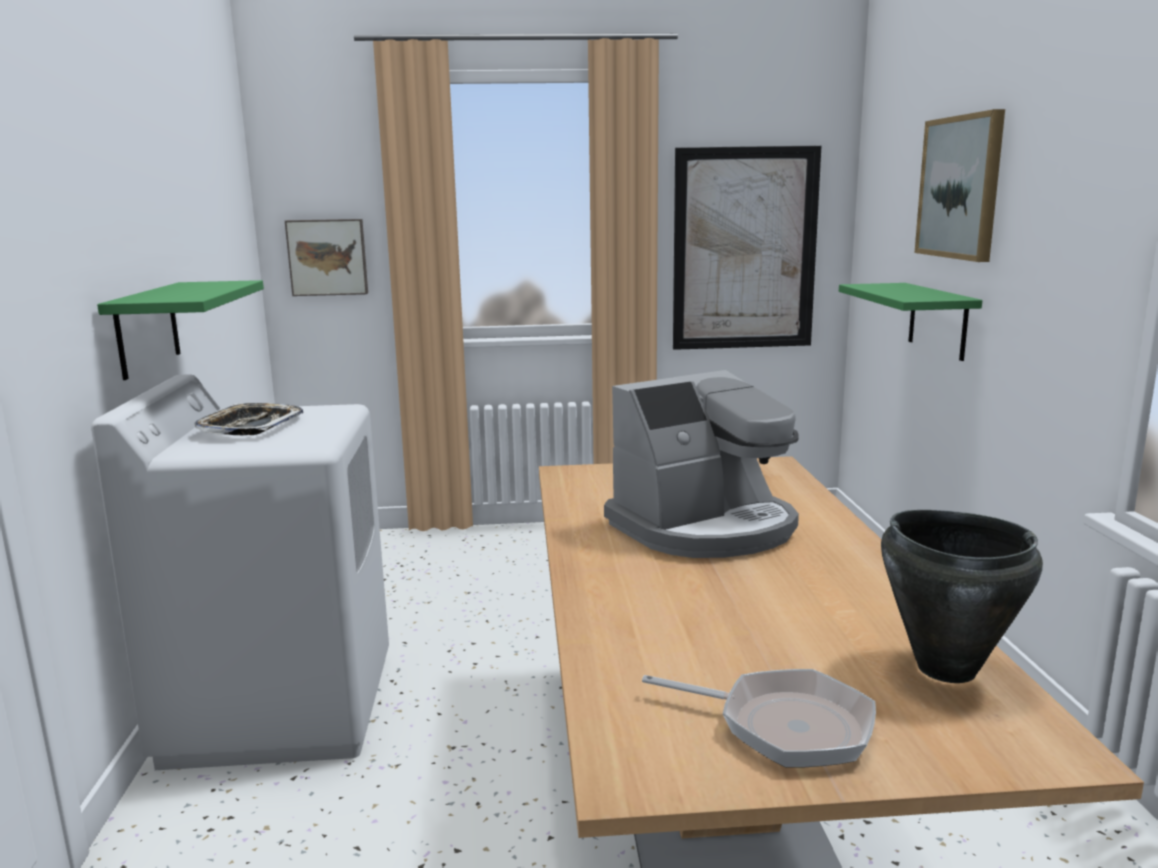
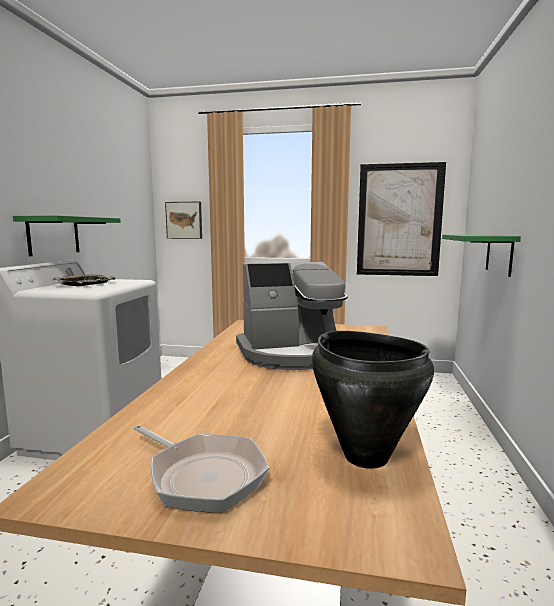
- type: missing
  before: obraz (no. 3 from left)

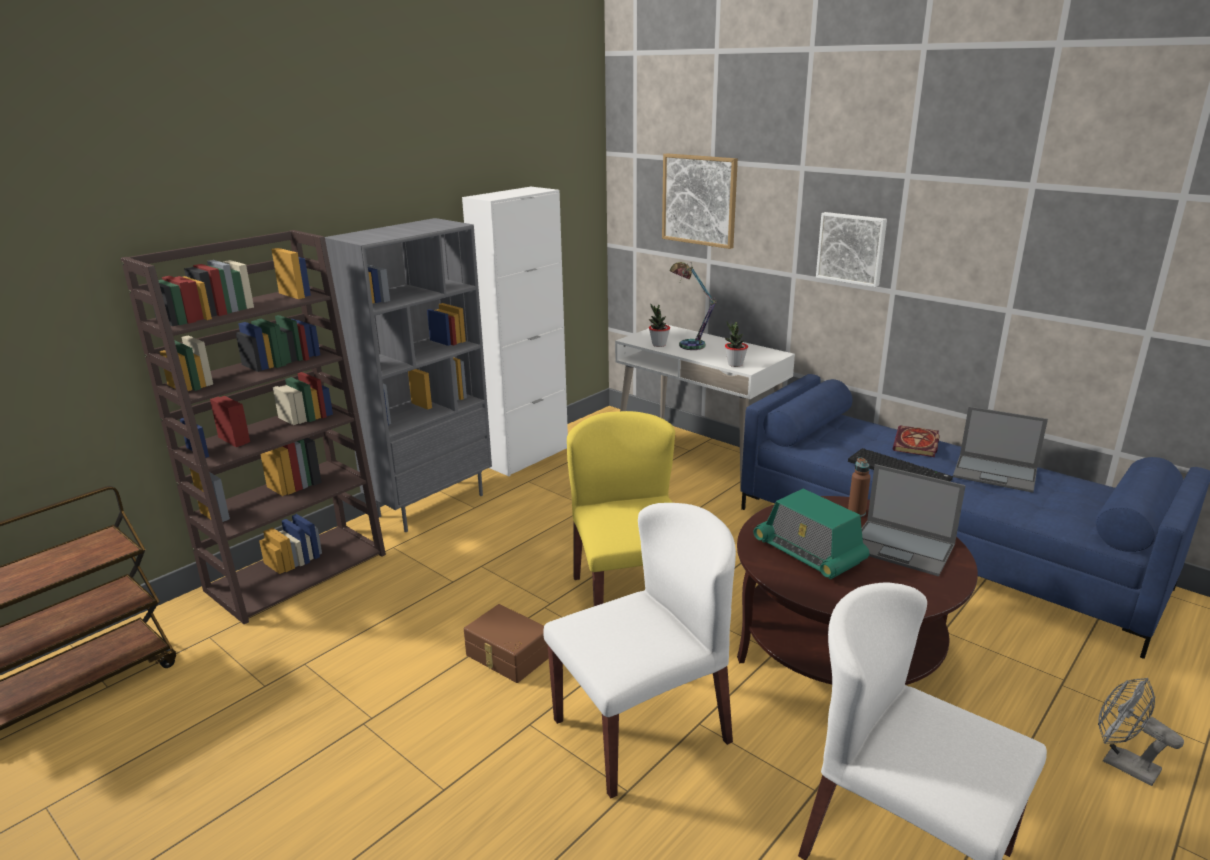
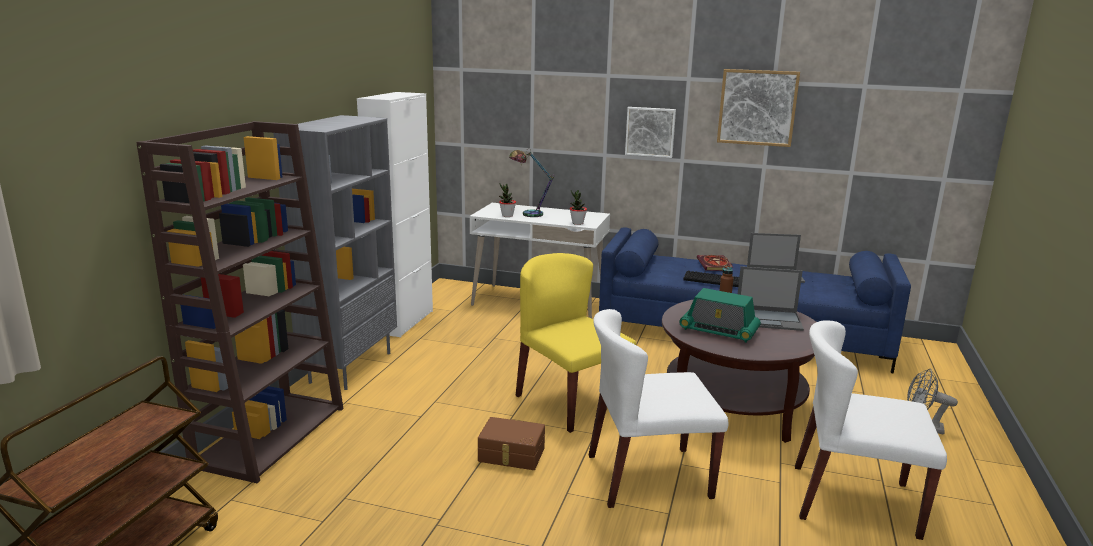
- type: spun
  before: krzesło (biały) (no. 1 from left)
  turn: -135
- type: relocated
  before: obraz (no. 1 from left in the first image)
  after: obraz (no. 2 from left)

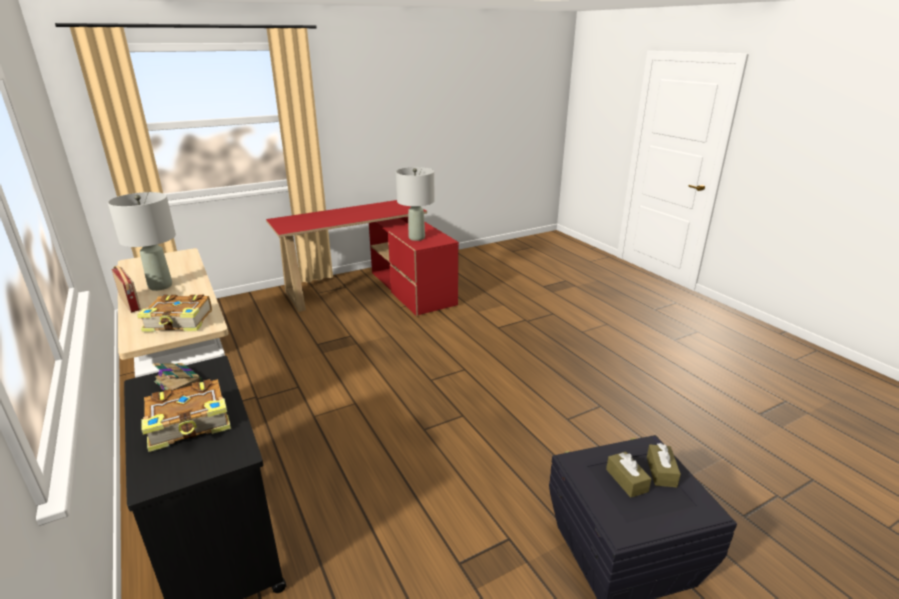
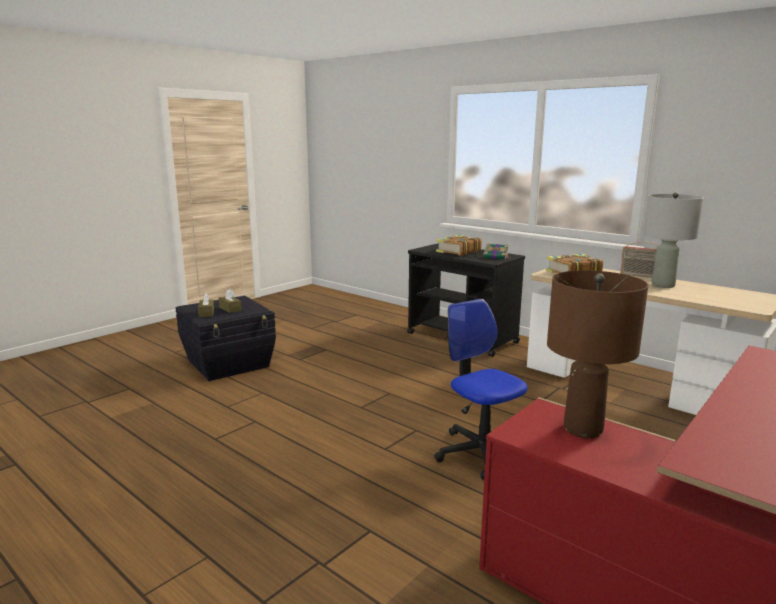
- type: colour
  before: lampa stołowa (szary) (no. 2 from left)
  after: lampa stołowa (brązowy)
- type: appeared
  after: krzesło biurowe

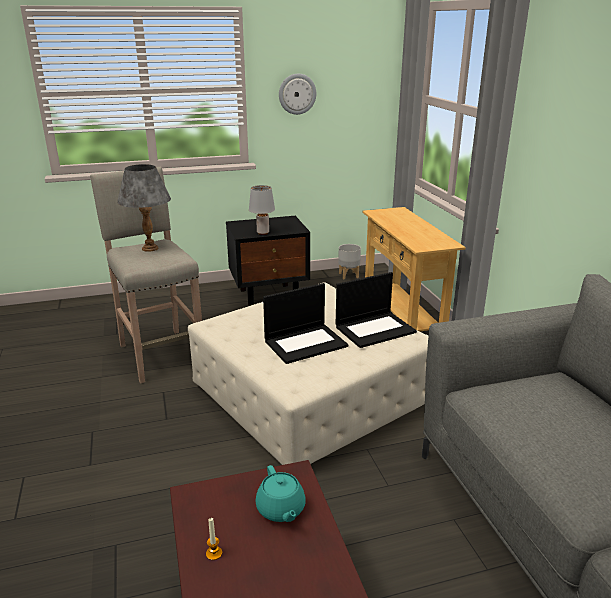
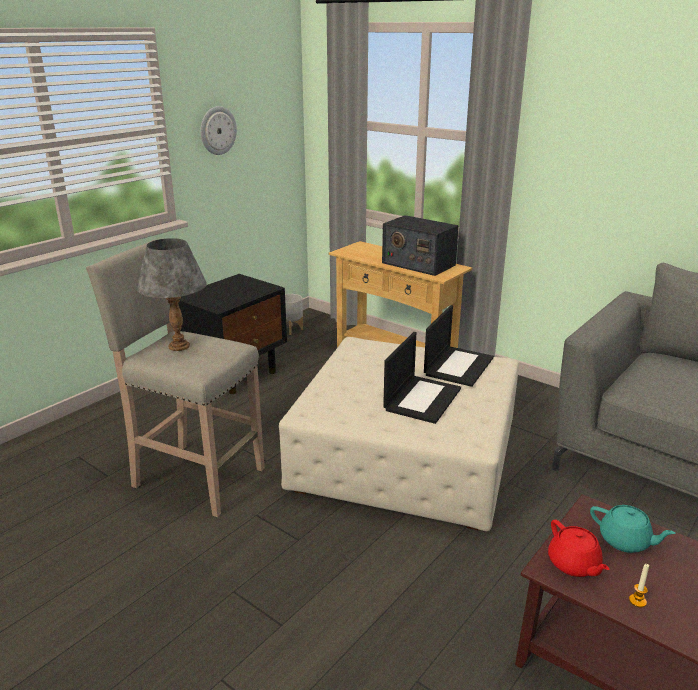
- type: missing
  before: lampa stołowa (szary) (no. 2 from left)
- type: appeared
  after: radio
- type: appeared
  after: imbryk (czerwony)

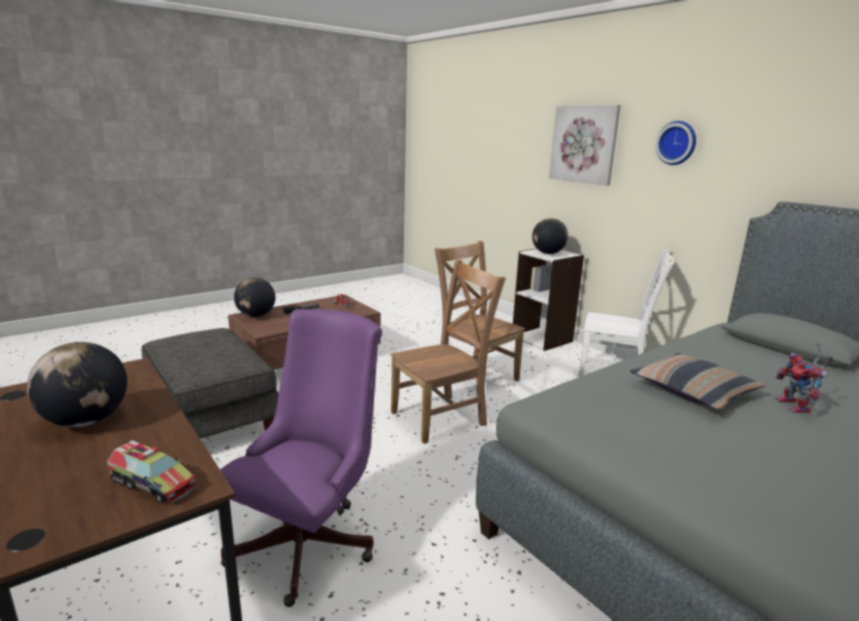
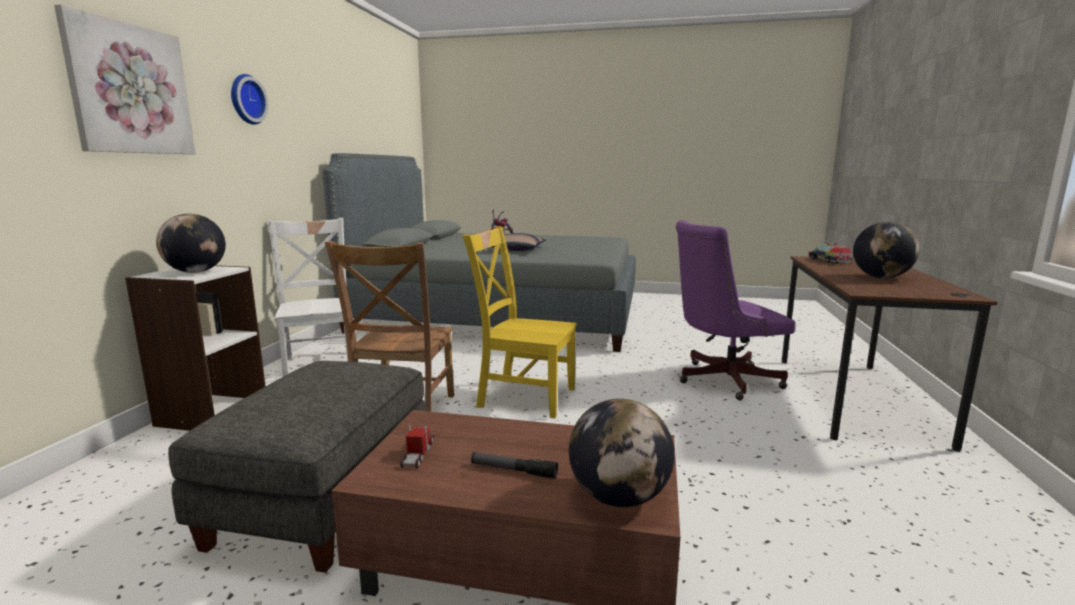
- type: relocated
  before: pufa (szary)
- type: colour
  before: krzesło (brązowy) (no. 1 from left)
  after: krzesło (żółty)

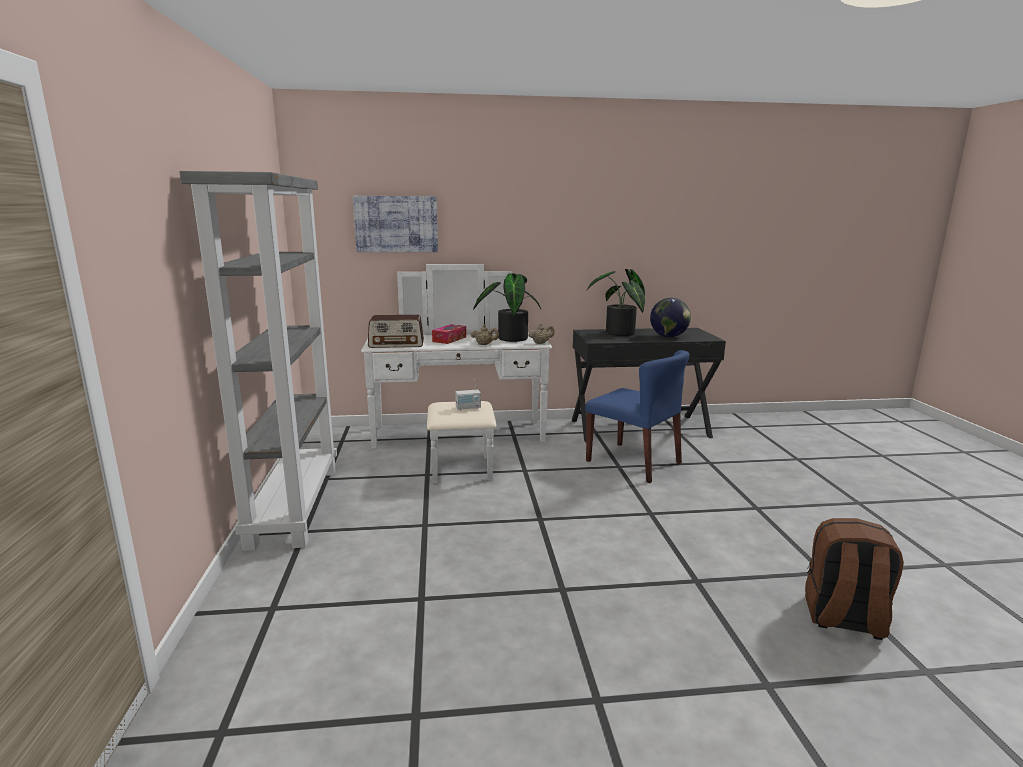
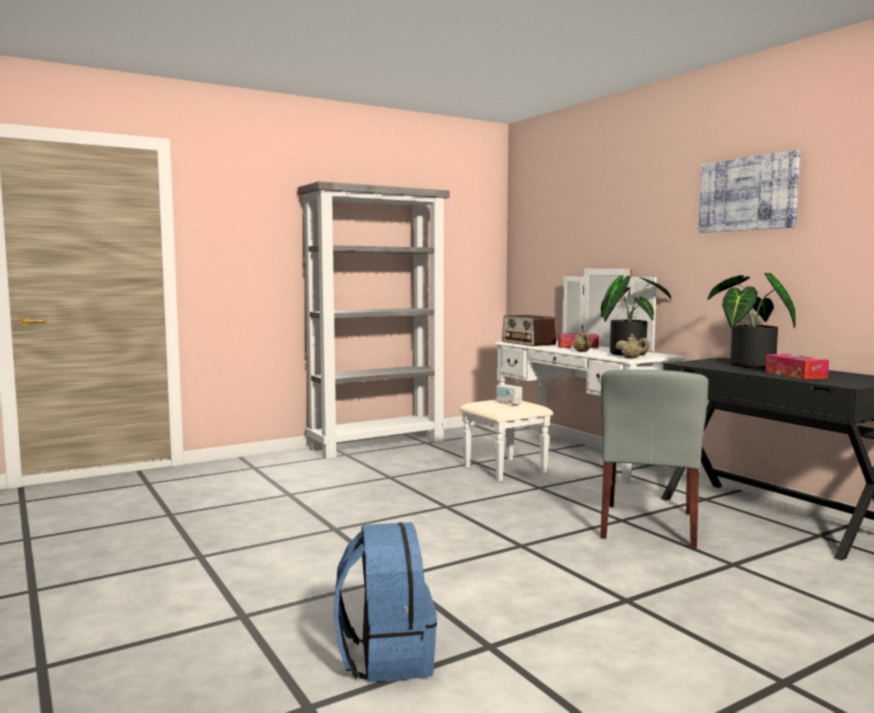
- type: relocated
  before: obraz
- type: colour
  before: krzesło (niebieski)
  after: krzesło (szary)
- type: exchanged
  before: globus
  after: pudełko chusteczek (no. 2 from left)
- type: colour
  before: plecak (brązowy)
  after: plecak (niebieski)

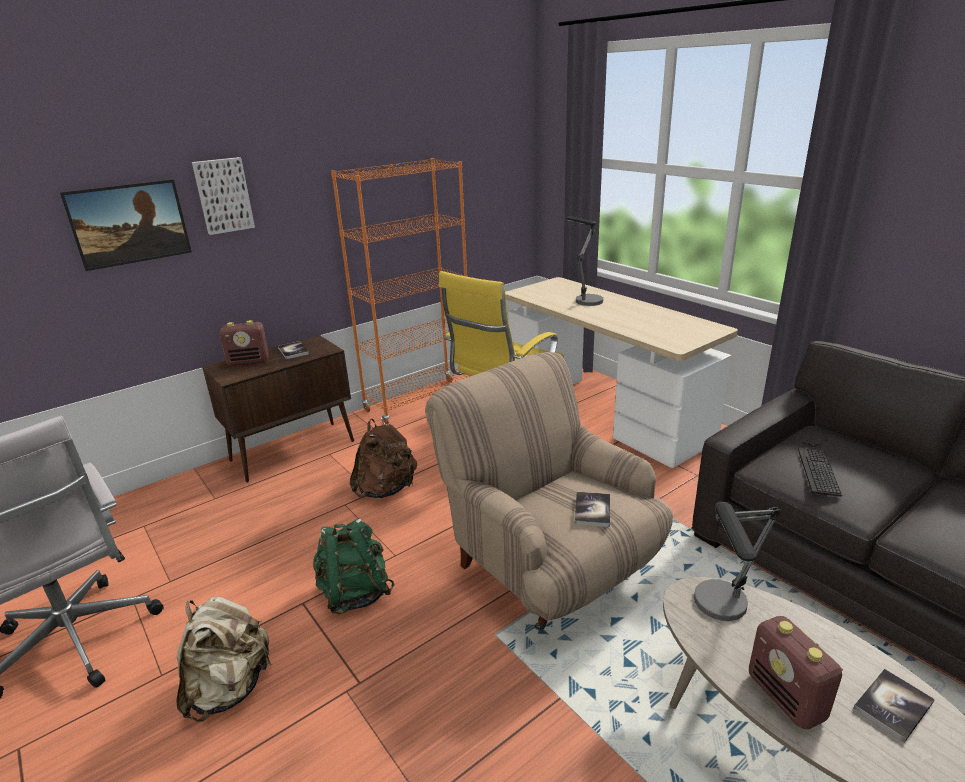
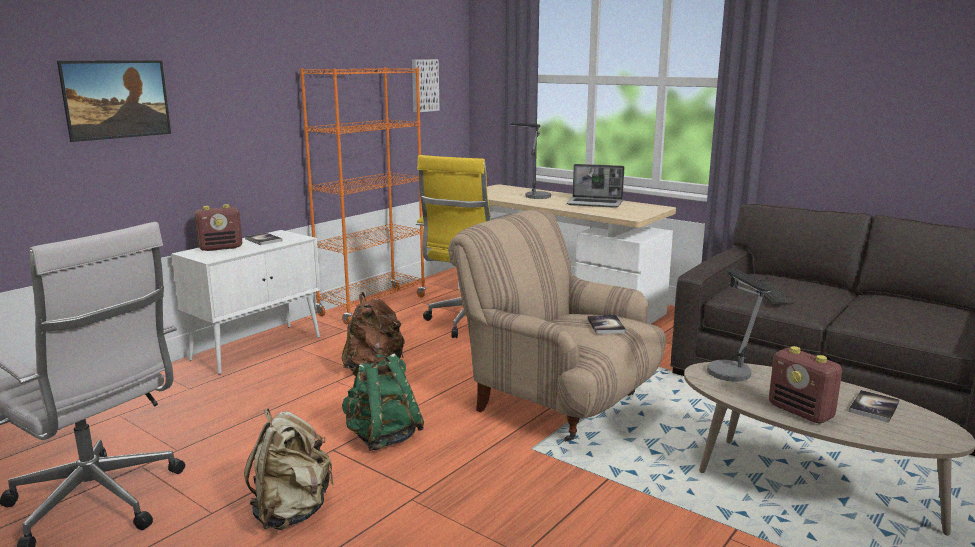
- type: relocated
  before: obraz (no. 2 from left)
- type: colour
  before: szafka (brązowy)
  after: szafka (biały)
- type: appeared
  after: laptop

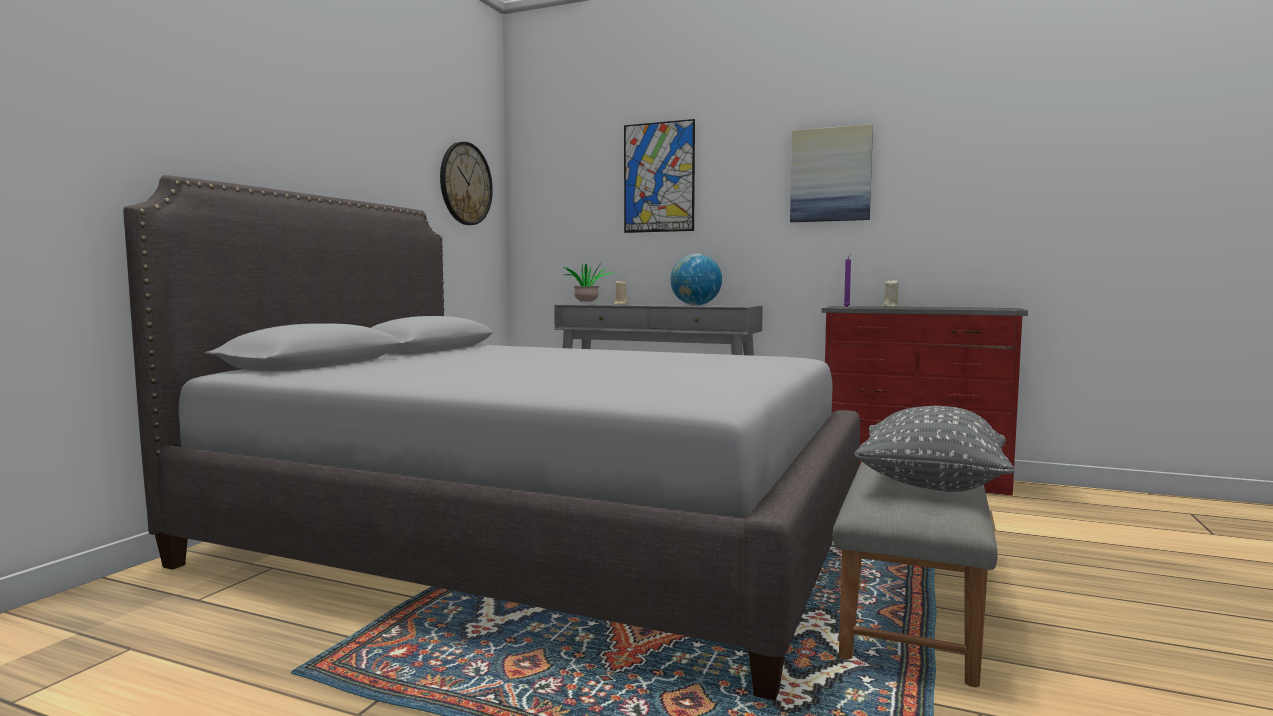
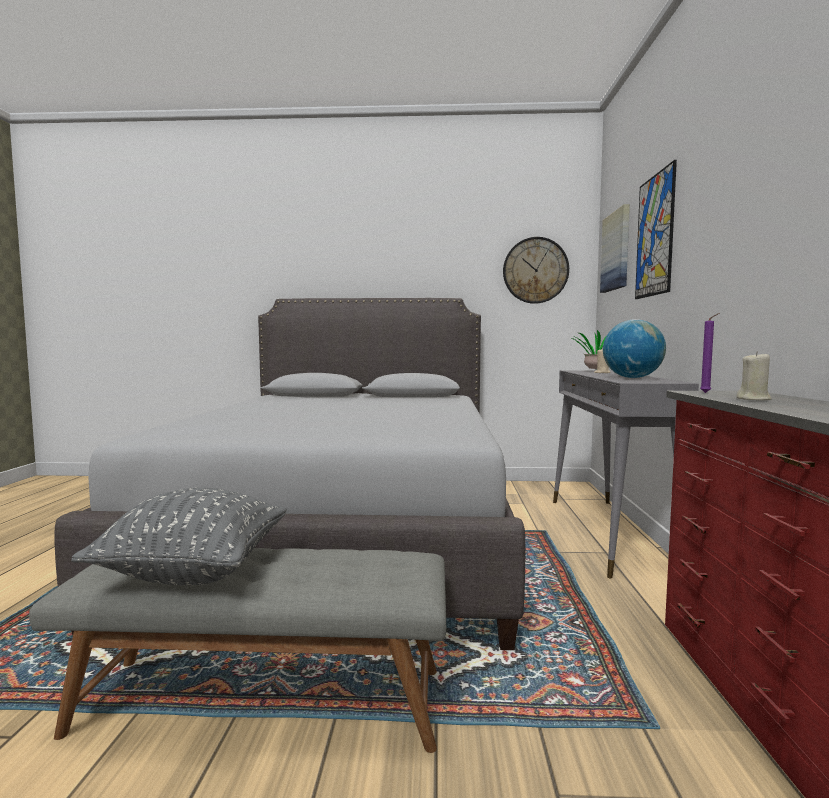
- type: relocated
  before: obraz (no. 2 from left in the first image)
  after: obraz (no. 1 from left)

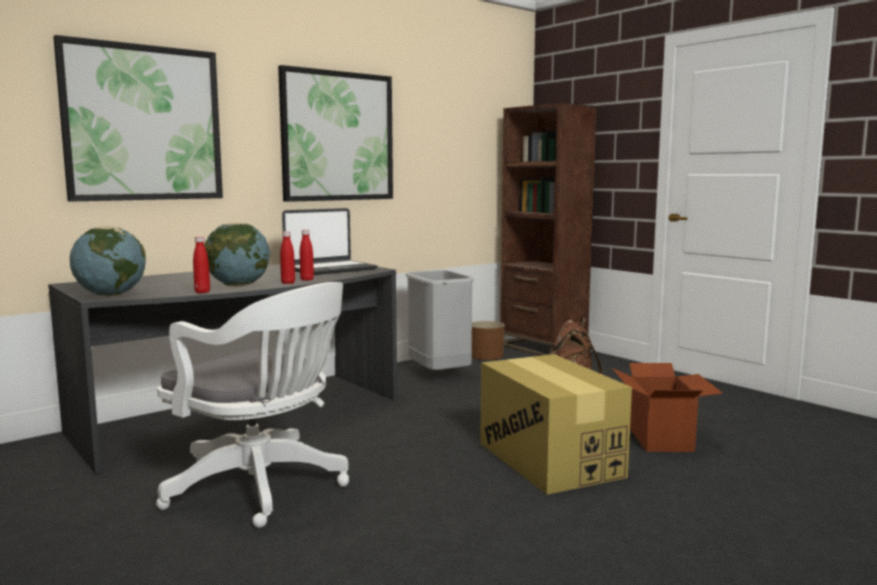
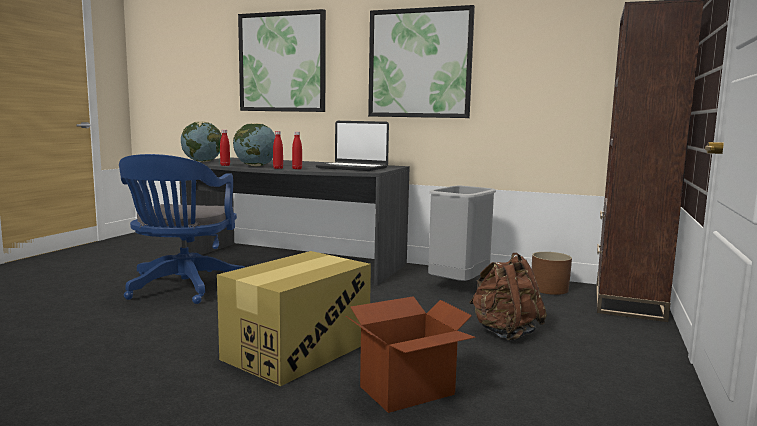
- type: colour
  before: krzesło biurowe (biały)
  after: krzesło biurowe (niebieski)

